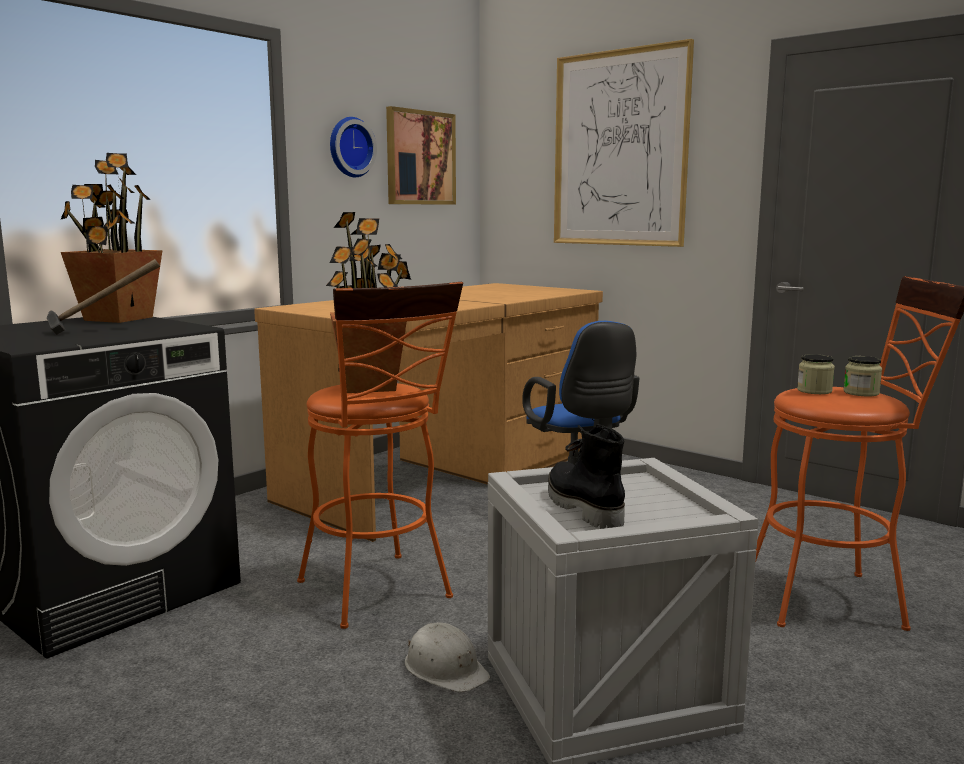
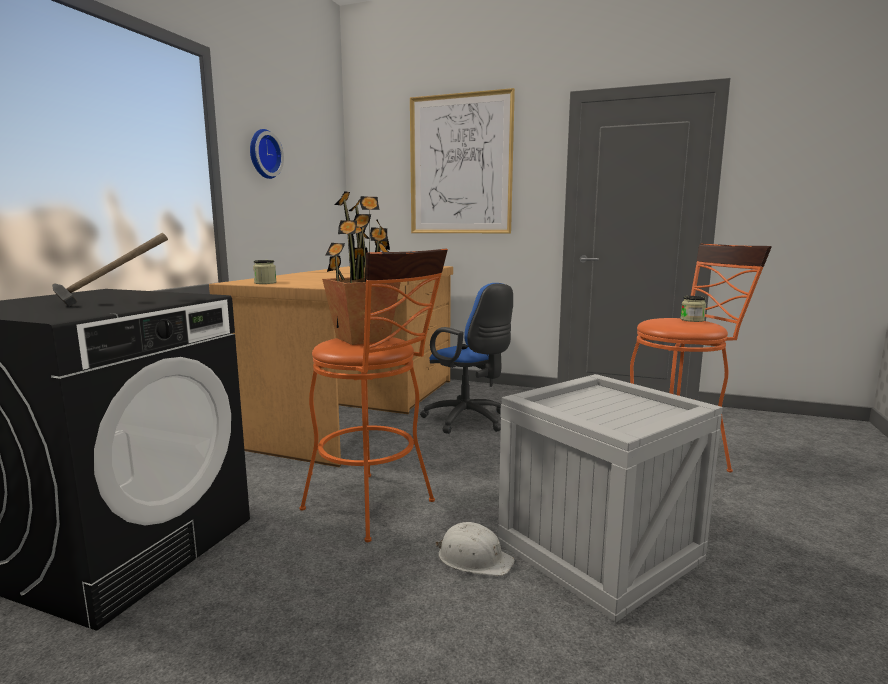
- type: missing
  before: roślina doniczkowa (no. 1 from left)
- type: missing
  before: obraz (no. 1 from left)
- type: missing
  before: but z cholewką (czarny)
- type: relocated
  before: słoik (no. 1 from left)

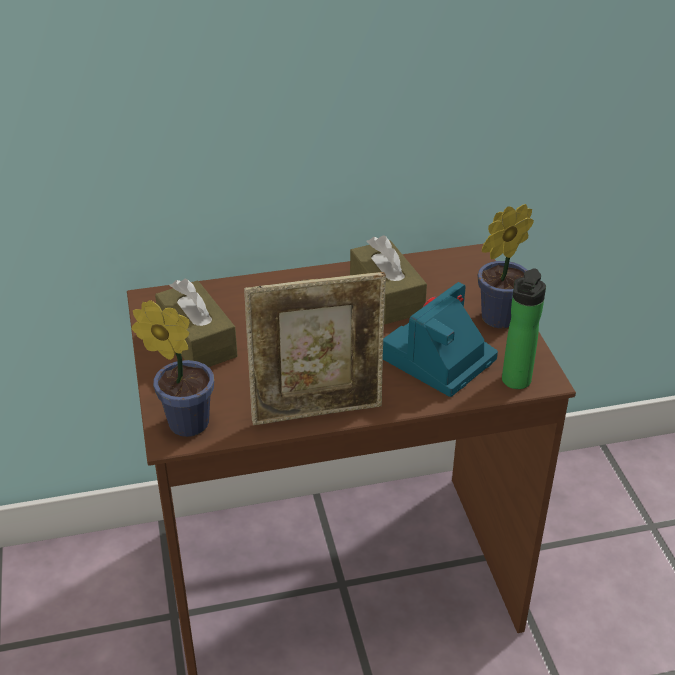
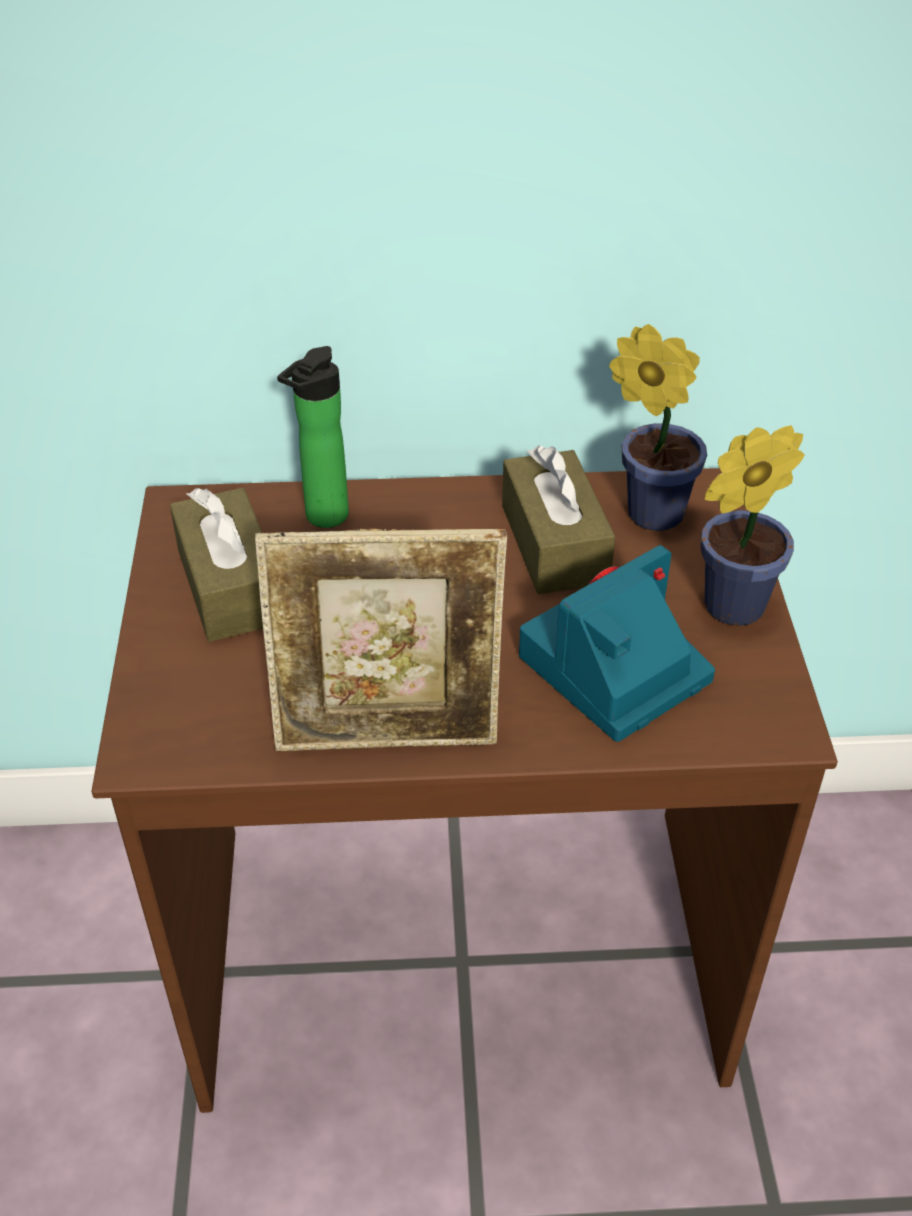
- type: relocated
  before: roślina doniczkowa (no. 1 from left)
- type: relocated
  before: butelka

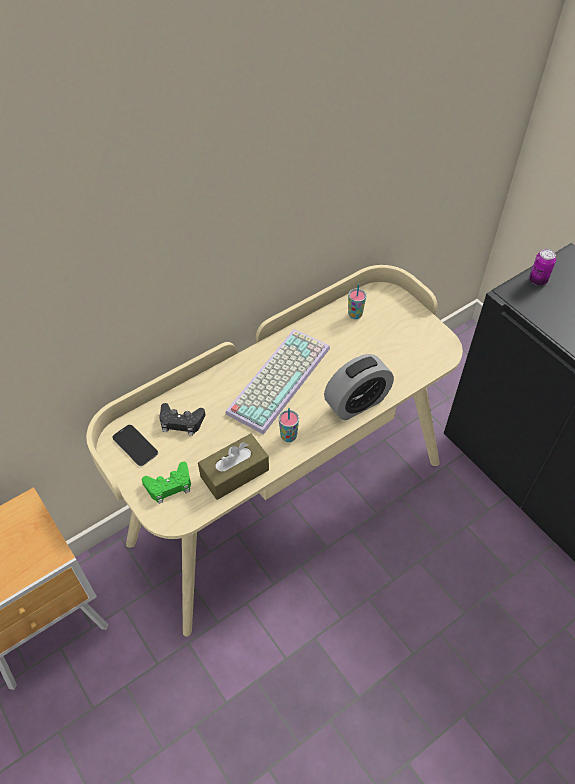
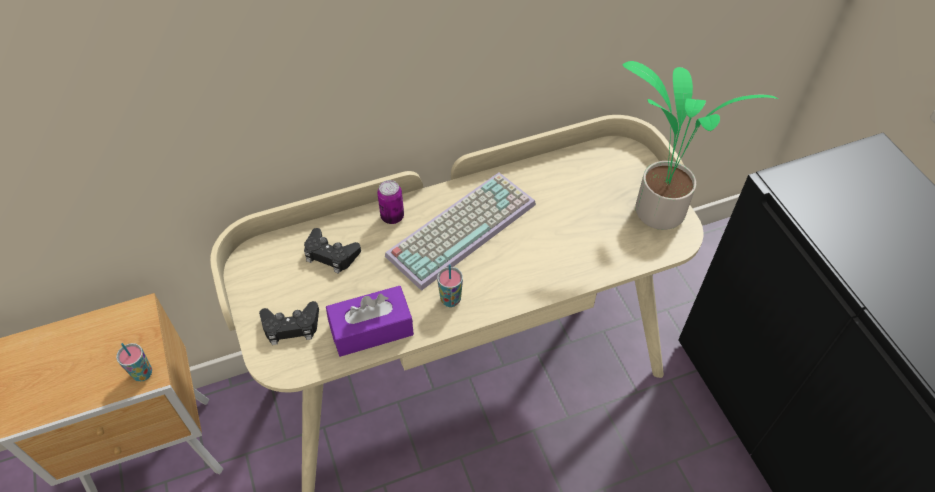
- type: missing
  before: telefon
- type: colour
  before: pad do gier (zielony)
  after: pad do gier (czarny) (no. 1 from left)
- type: colour
  before: pudełko chusteczek (brązowy)
  after: pudełko chusteczek (fioletowy)
- type: missing
  before: budzik
- type: relocated
  before: filiżanka (no. 2 from left in the first image)
  after: filiżanka (no. 1 from left)
- type: relocated
  before: puszka
- type: appeared
  after: roślina doniczkowa

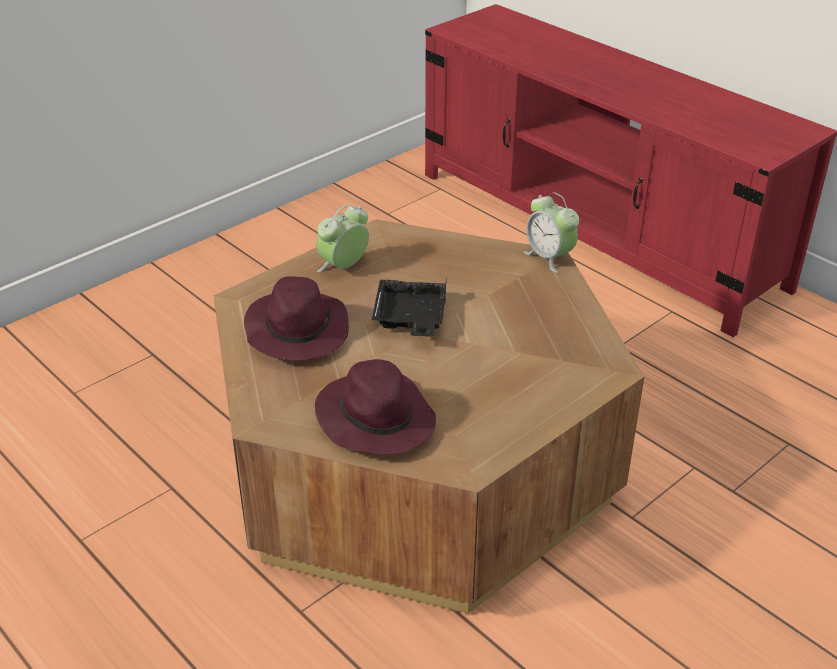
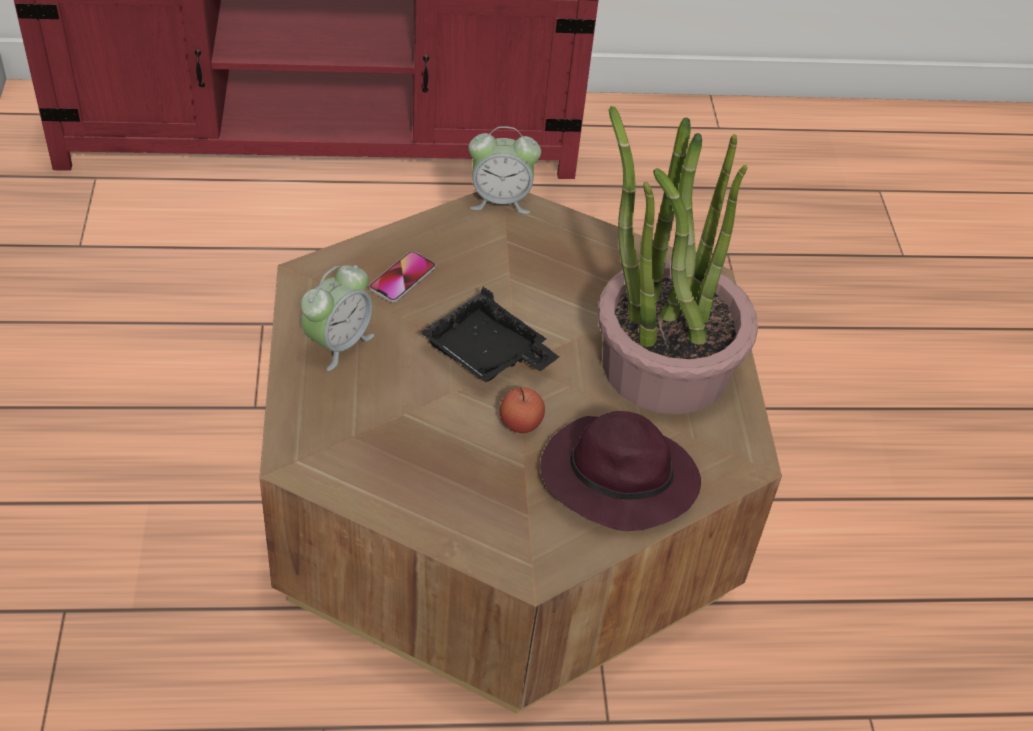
- type: missing
  before: kapelusz (fioletowy) (no. 1 from left)
- type: spun
  before: budzik (no. 1 from left)
  turn: -135
- type: appeared
  after: telefon
- type: appeared
  after: jabłko
- type: appeared
  after: roślina doniczkowa

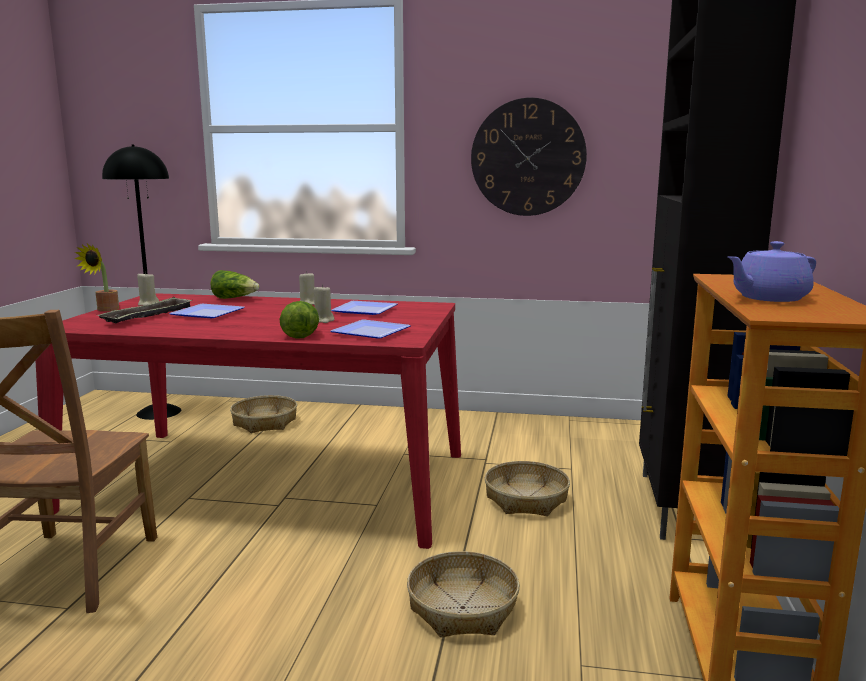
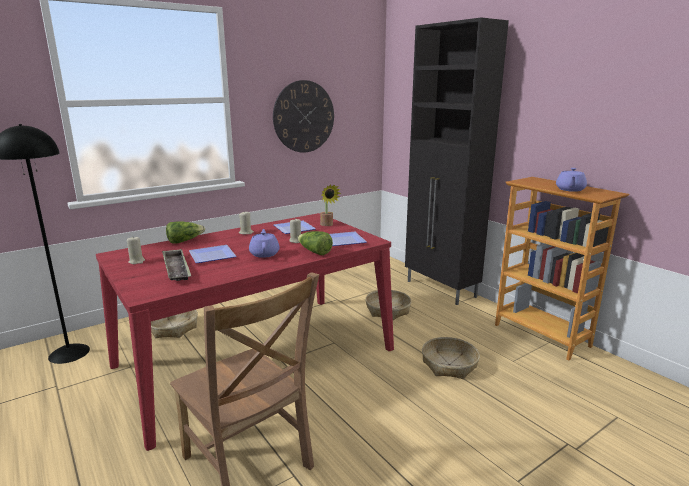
- type: relocated
  before: roślina doniczkowa
- type: appeared
  after: imbryk (fioletowy) (no. 1 from left)

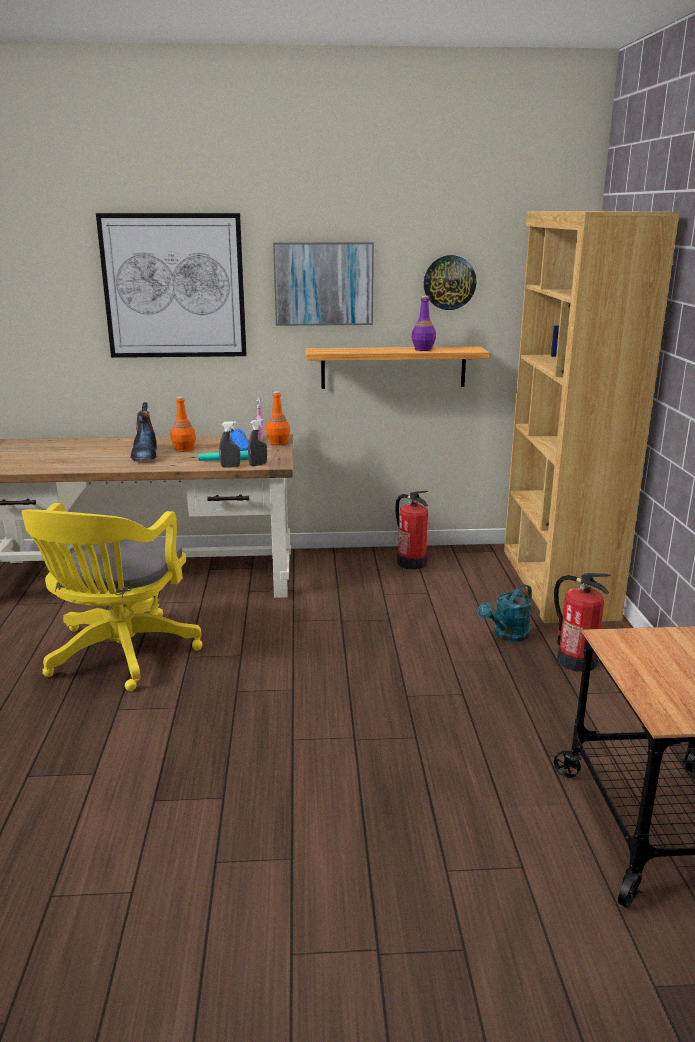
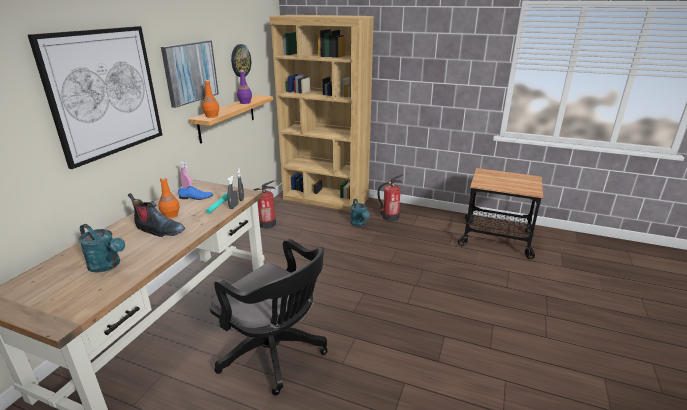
- type: colour
  before: krzesło biurowe (żółty)
  after: krzesło biurowe (czarny)
- type: relocated
  before: butelka (pomarańczowy) (no. 2 from left)
- type: appeared
  after: konewka (turkusowy) (no. 1 from left)

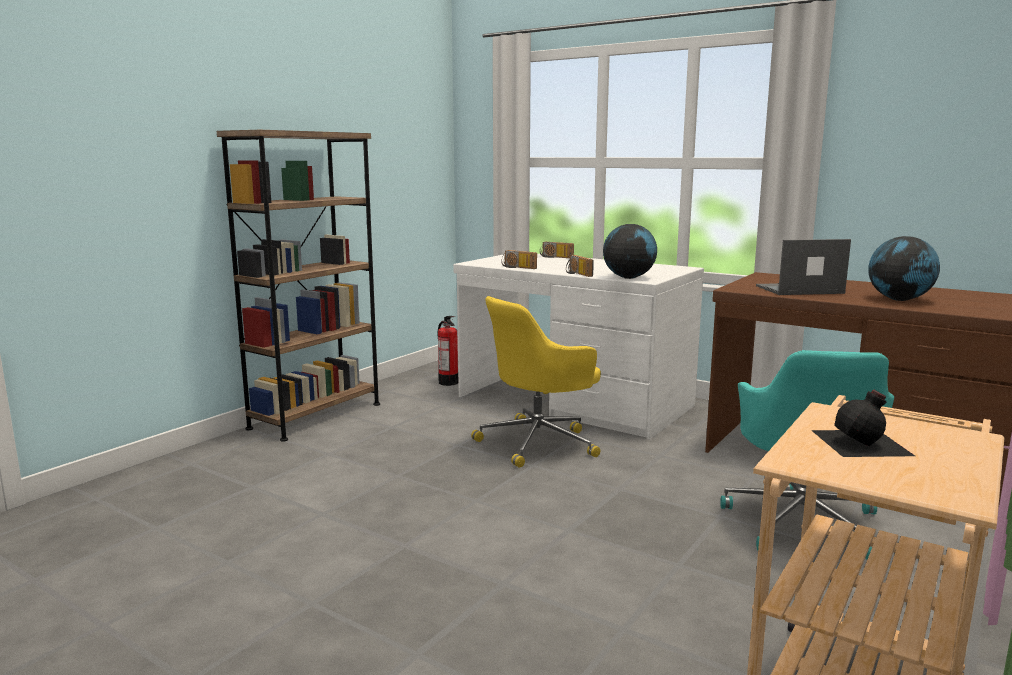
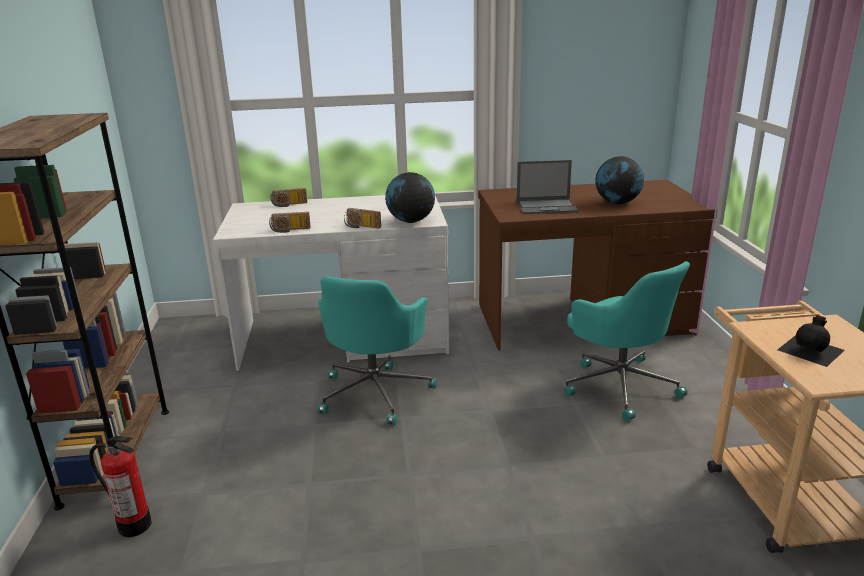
- type: relocated
  before: gaśnica
- type: colour
  before: krzesło biurowe (żółty)
  after: krzesło biurowe (turkusowy) (no. 1 from left)
- type: spun
  before: laptop
  turn: -135

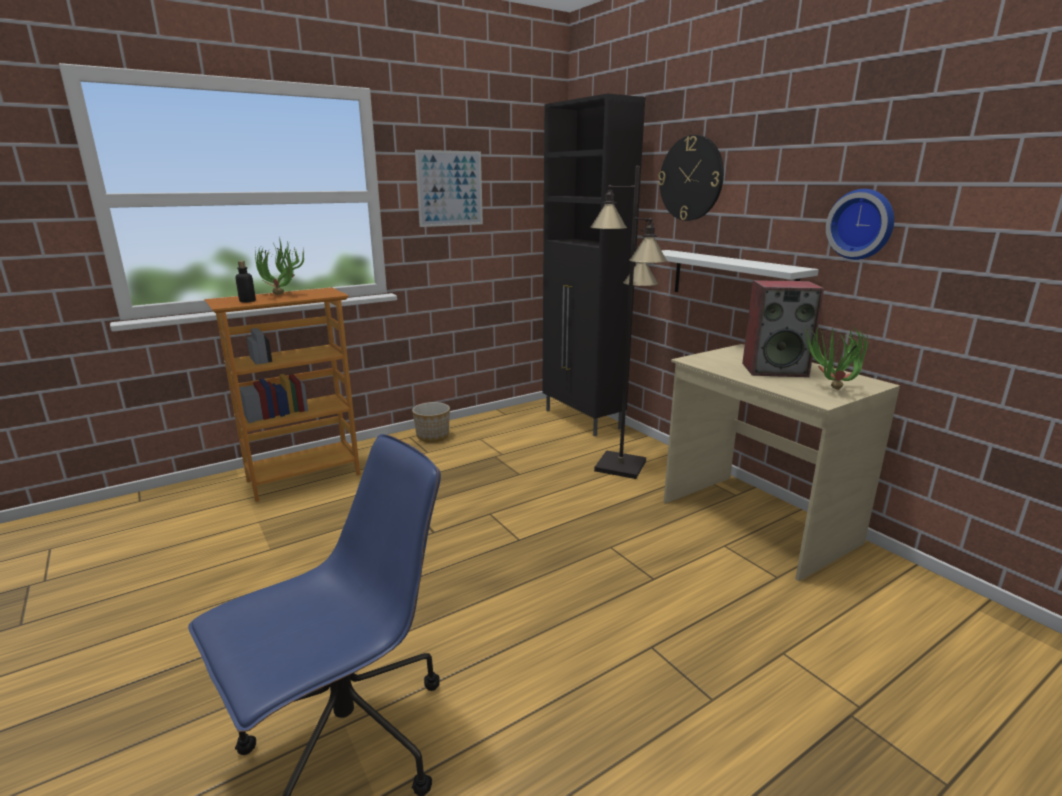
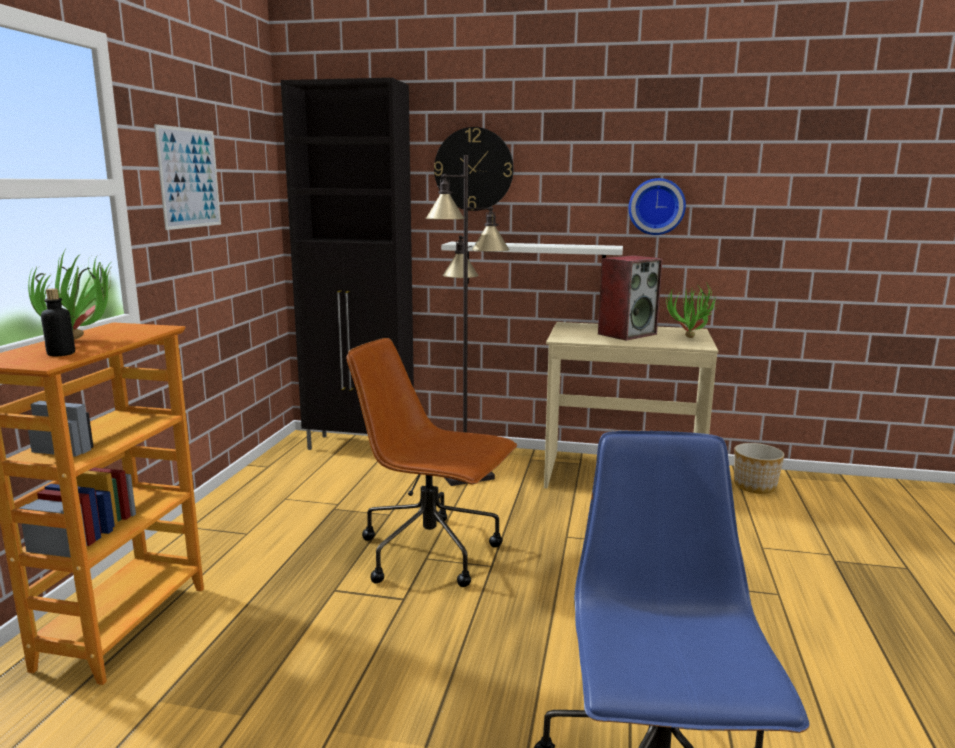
- type: relocated
  before: donica
- type: appeared
  after: krzesło biurowe (brązowy)

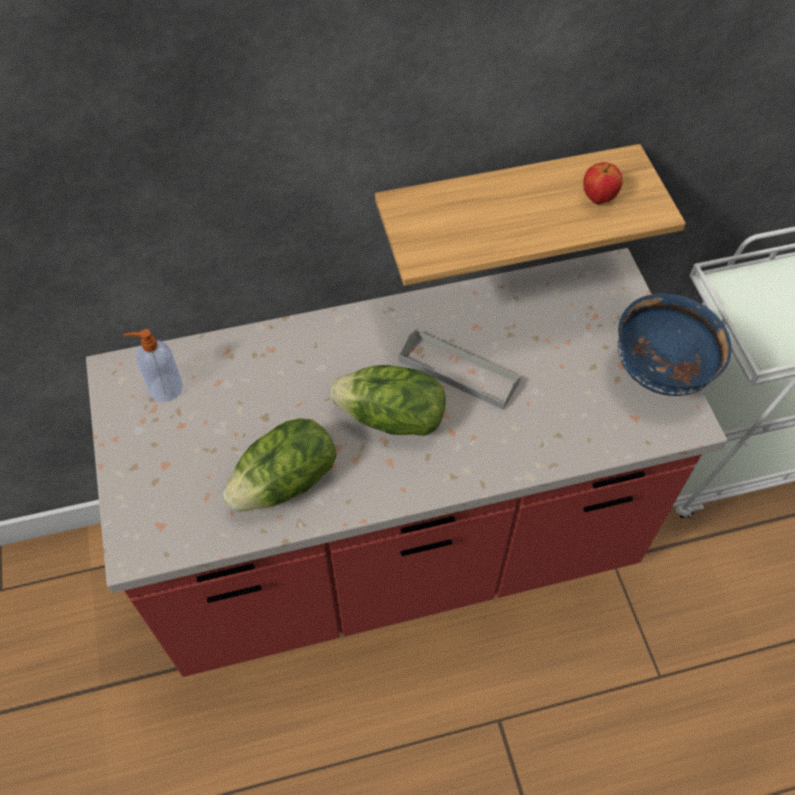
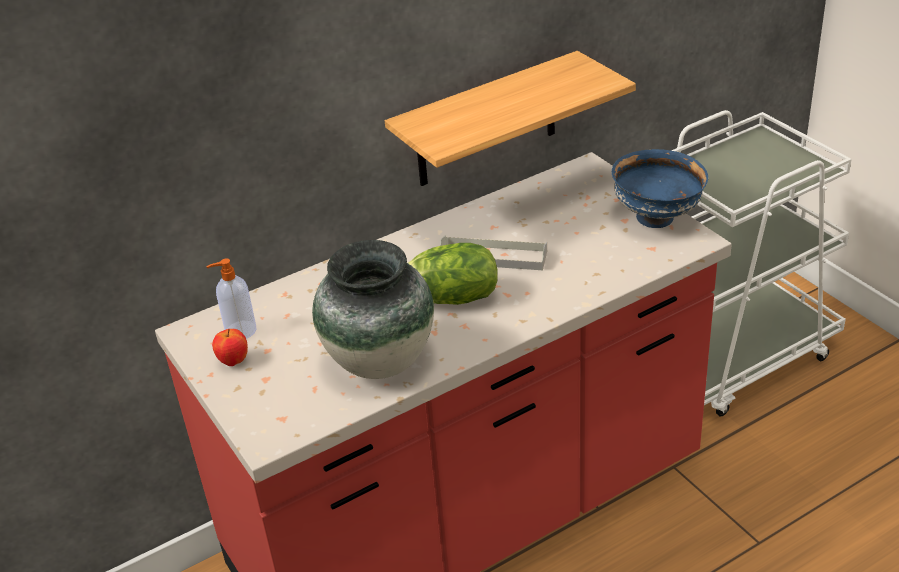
- type: exchanged
  before: sałata (no. 1 from left)
  after: wazon
- type: relocated
  before: jabłko

